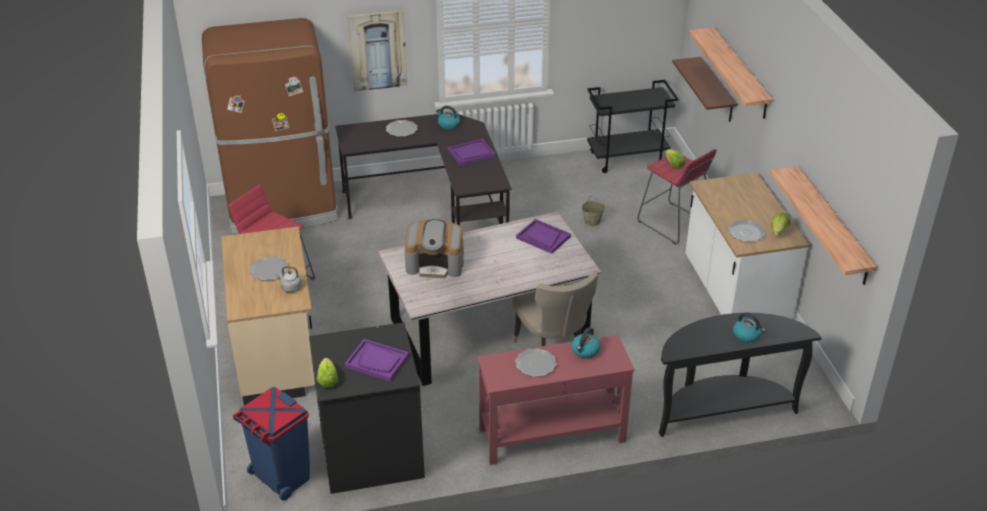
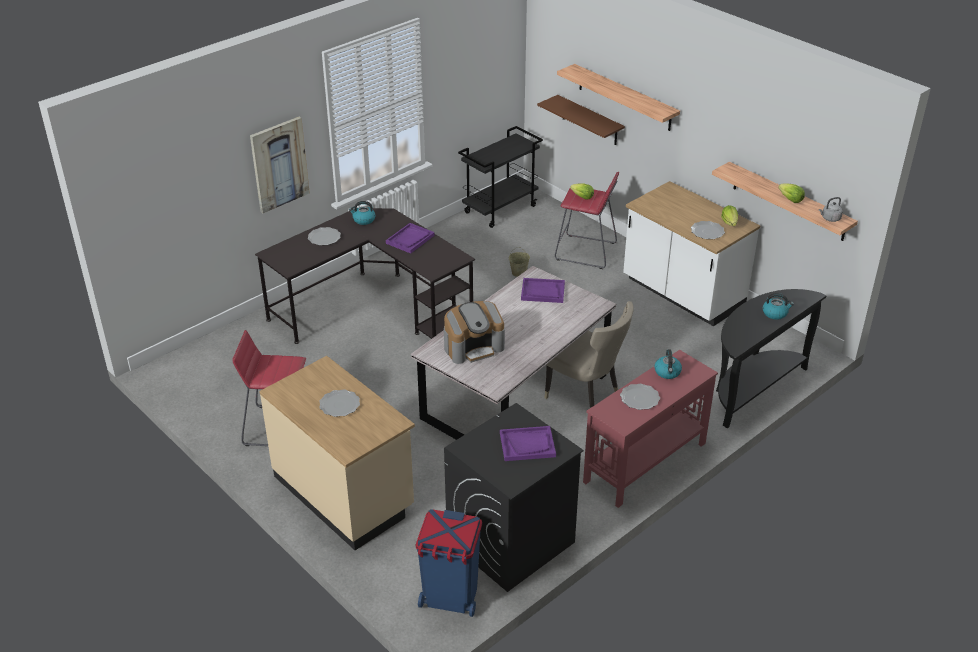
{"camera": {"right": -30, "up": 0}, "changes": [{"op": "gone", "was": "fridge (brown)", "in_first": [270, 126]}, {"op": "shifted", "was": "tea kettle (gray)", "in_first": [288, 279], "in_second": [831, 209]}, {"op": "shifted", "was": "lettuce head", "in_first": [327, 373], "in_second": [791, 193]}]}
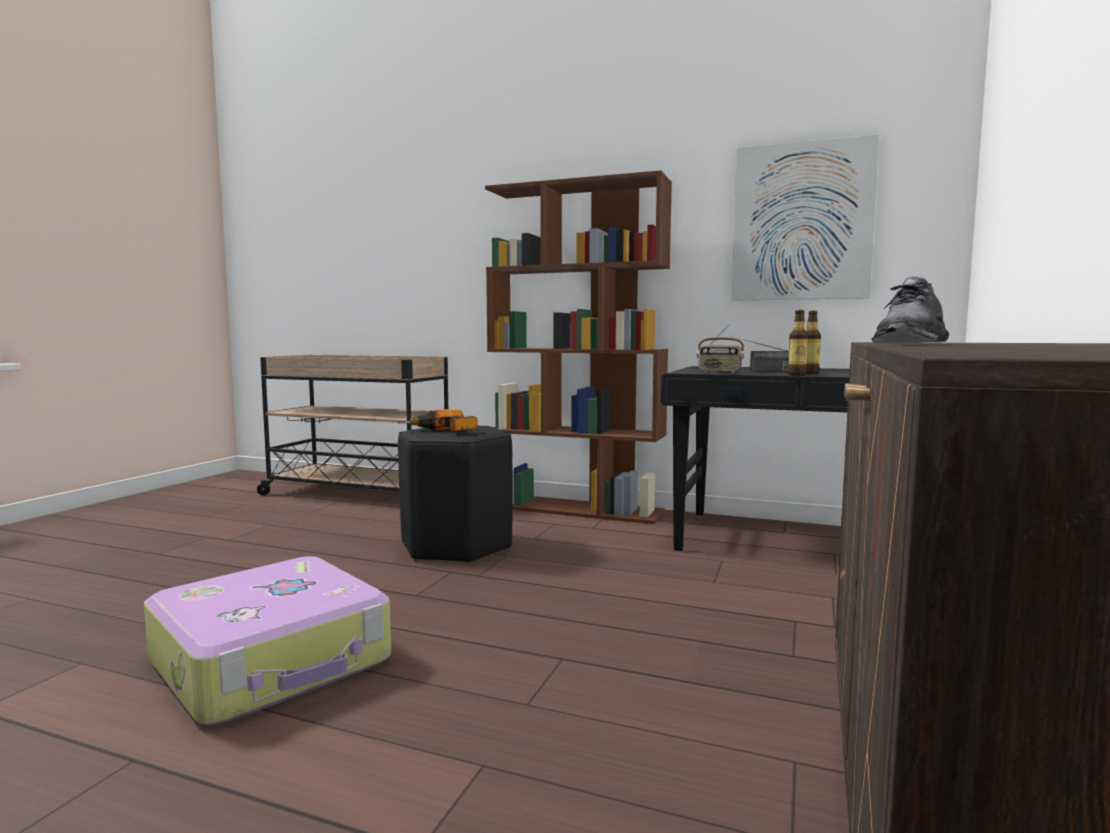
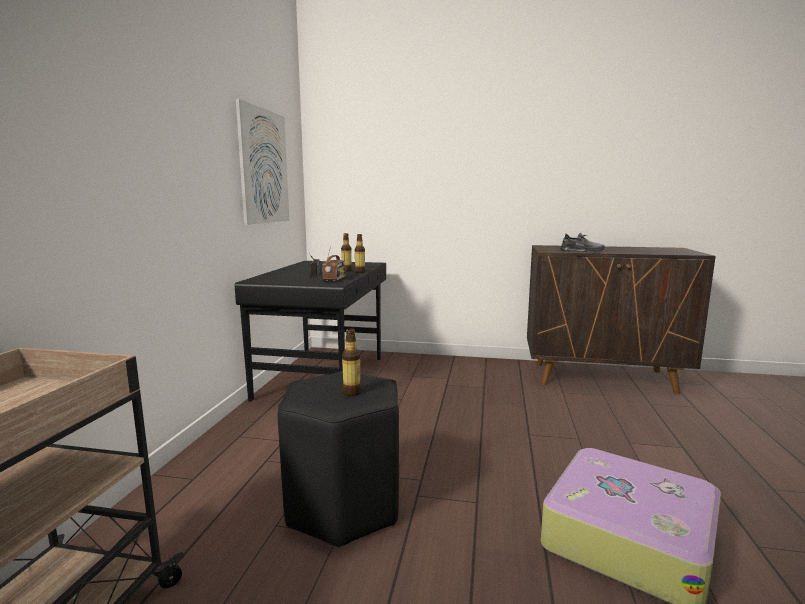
{"camera": {"right": -100, "up": 5}, "changes": [{"op": "swapped", "was": "drill", "now": "drink bottle", "in_first": [438, 420], "in_second": [351, 362]}, {"op": "gone", "was": "bookshelf (brown)", "in_first": [578, 347]}]}
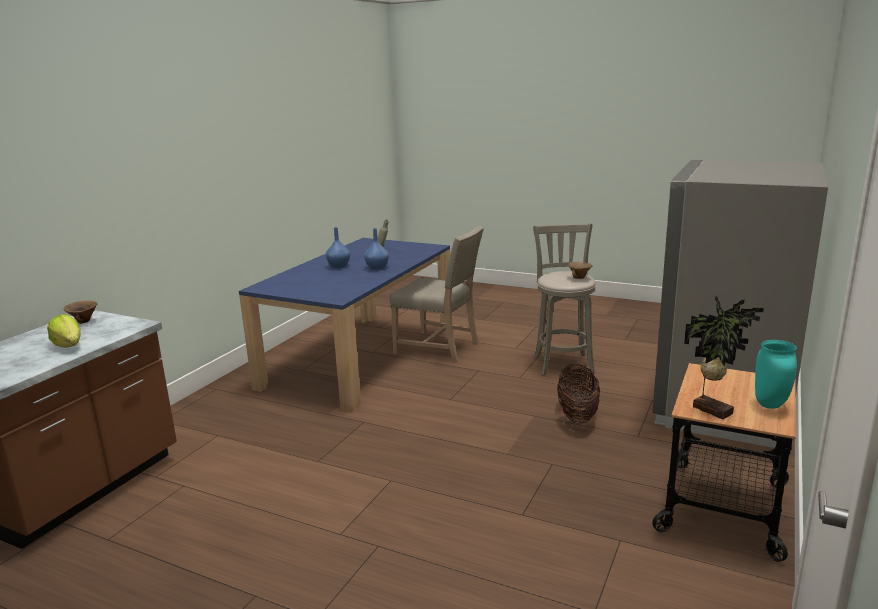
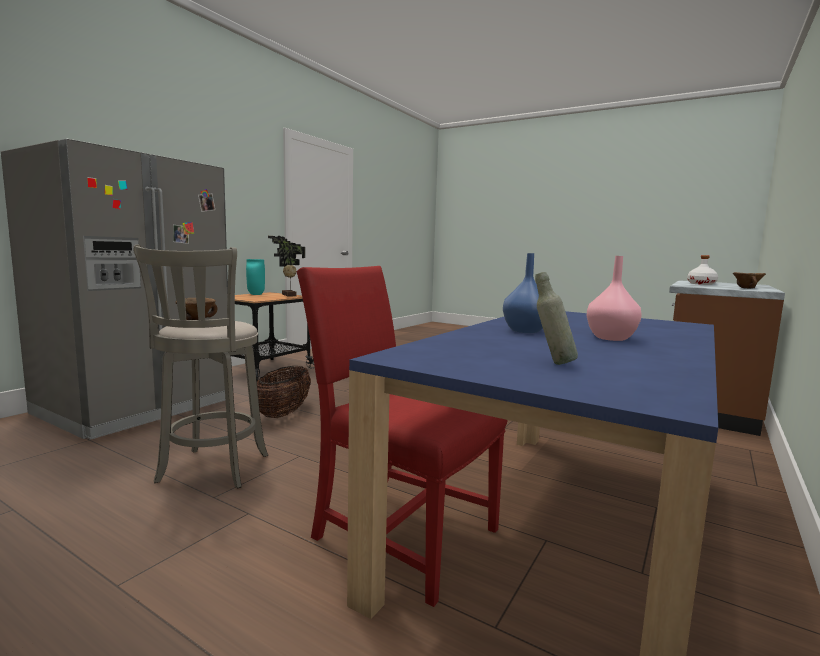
{"camera": {"right": -175, "up": -10}, "changes": [{"op": "swapped", "was": "lettuce head", "now": "drink bottle (white-coloured)", "in_first": [64, 331], "in_second": [702, 270]}, {"op": "repainted", "was": "vase (blue-coloured)", "now": "vase (pinkish)", "in_first": [338, 247], "in_second": [614, 298]}, {"op": "repainted", "was": "chair (beige-coloured)", "now": "chair (reddish)", "in_first": [436, 294], "in_second": [402, 436]}]}
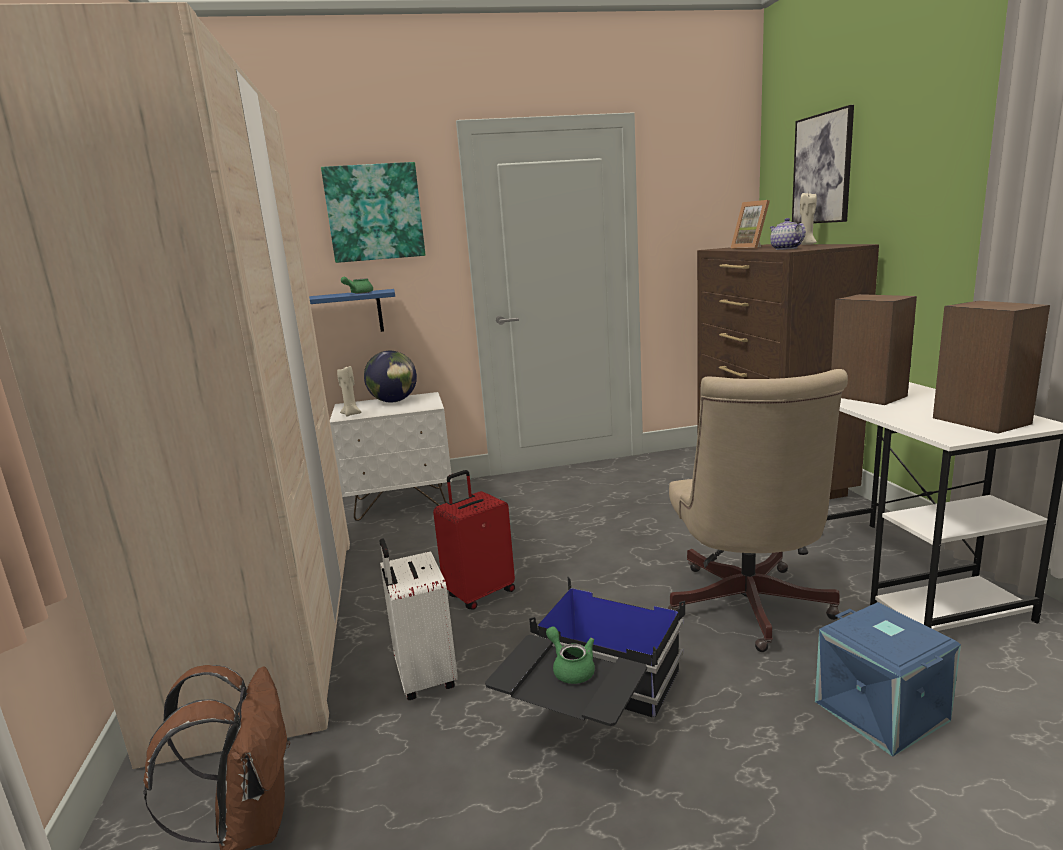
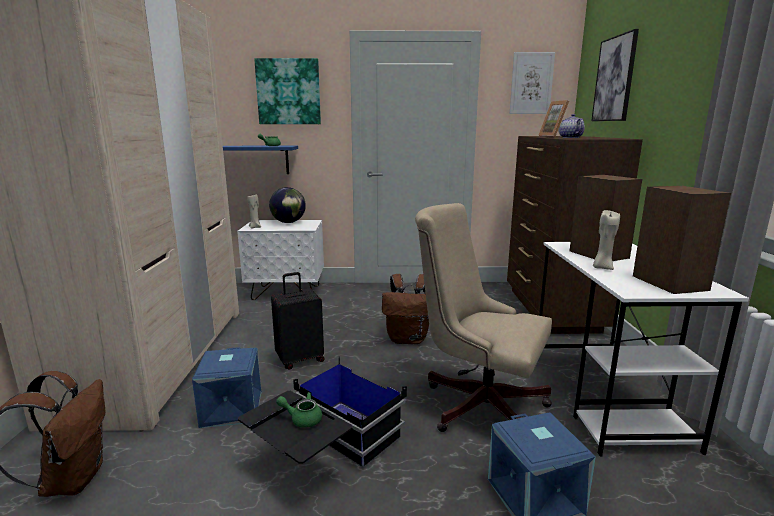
{"camera": {"right": 10, "up": 0}, "changes": [{"op": "swapped", "was": "travel case (white-coloured)", "now": "storage bin (blue-coloured)", "in_first": [419, 619], "in_second": [226, 387]}, {"op": "repainted", "was": "travel case (reddish)", "now": "travel case (black-coloured)", "in_first": [474, 540], "in_second": [298, 321]}, {"op": "rotated", "was": "tea pot (green-coloured)", "in_first": [570, 655], "in_second": [299, 410], "clockwise": -60}, {"op": "rotated", "was": "computer chair (beige-coloured)", "in_first": [757, 510], "in_second": [483, 317], "clockwise": 105}, {"op": "shifted", "was": "wax candle (beige-coloured)", "in_first": [808, 219], "in_second": [606, 240]}, {"op": "new", "now": "rucksack (brown)", "in_second": [405, 309]}, {"op": "new", "now": "wall art", "in_second": [532, 83]}]}
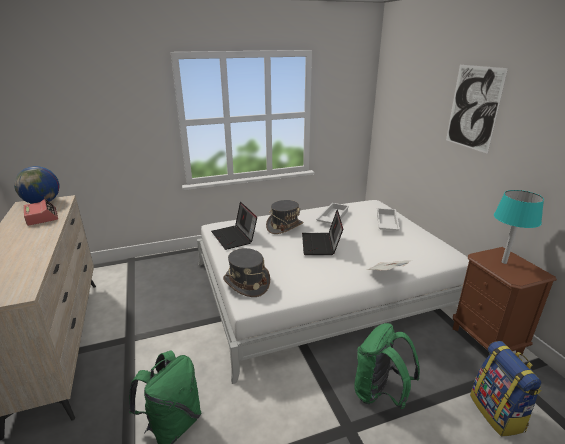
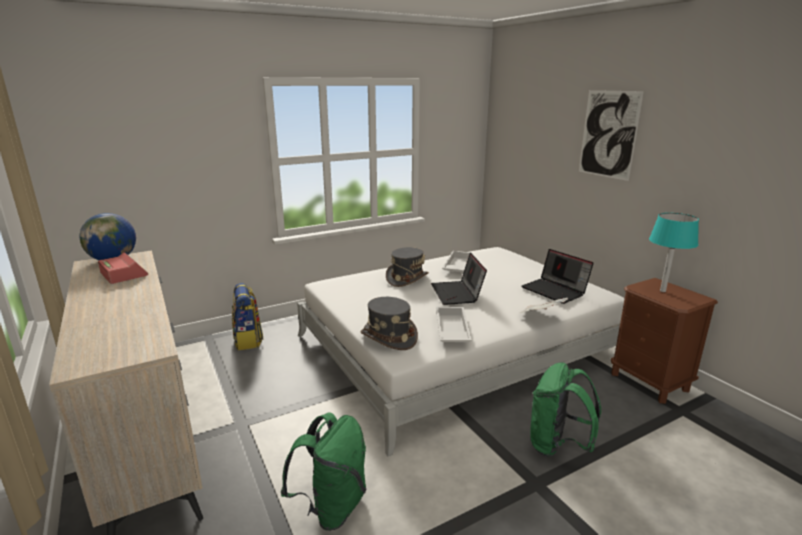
{"camera": {"right": -10, "up": -5}, "changes": [{"op": "shifted", "was": "notebook computer", "in_first": [234, 226], "in_second": [557, 276]}, {"op": "shifted", "was": "carrying tray (white-coloured)", "in_first": [388, 219], "in_second": [454, 324]}, {"op": "shifted", "was": "rucksack", "in_first": [505, 389], "in_second": [248, 317]}]}
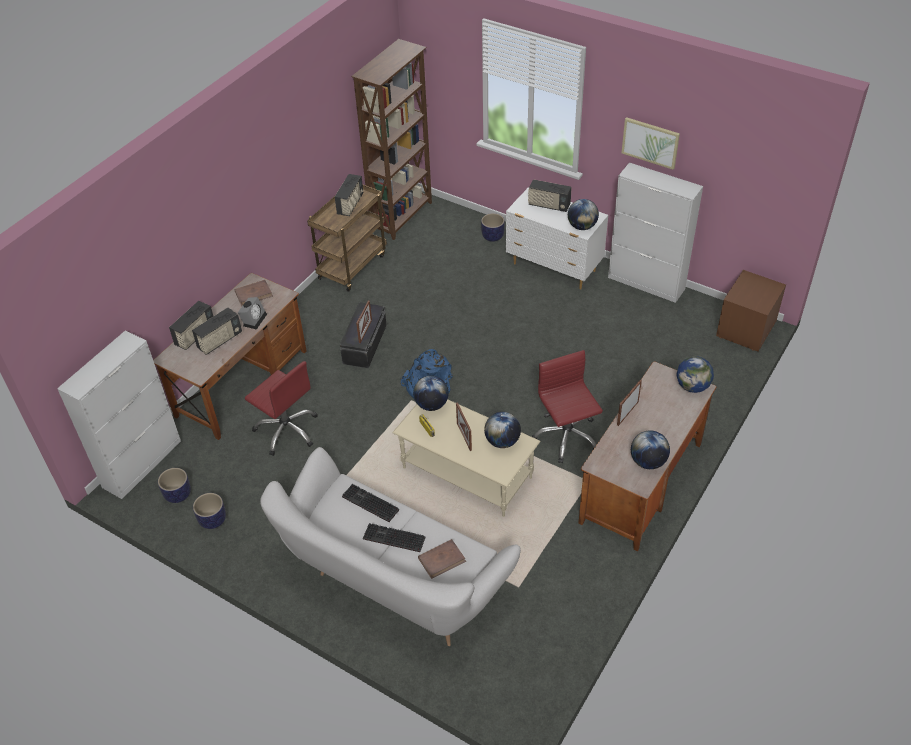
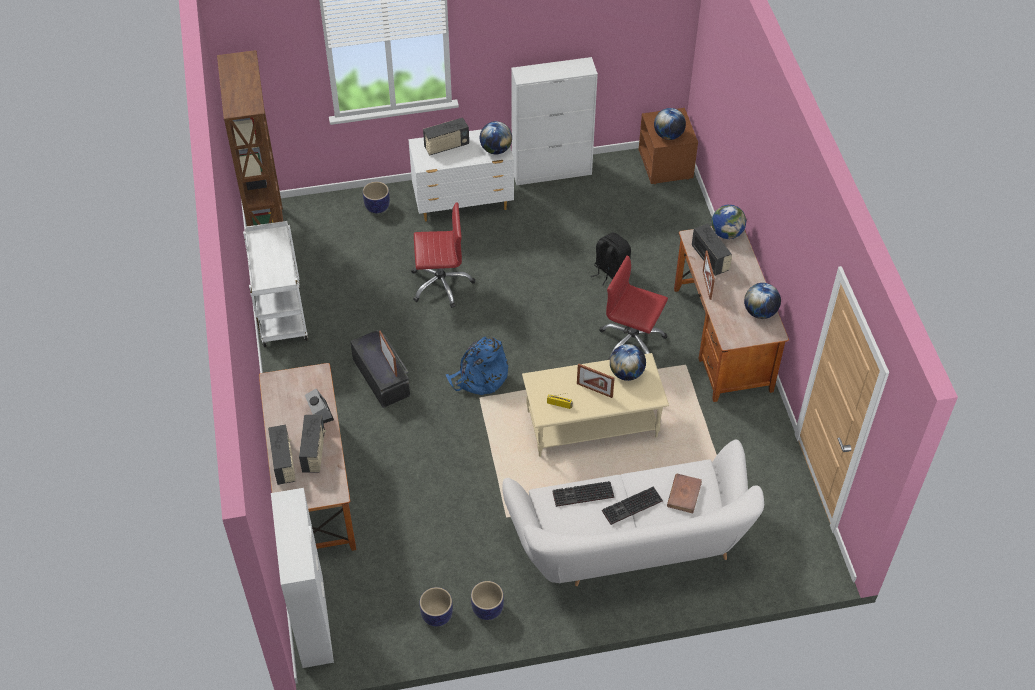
{"camera": {"right": -45, "up": 5}, "changes": [{"op": "shifted", "was": "plant pot", "in_first": [174, 485], "in_second": [487, 600]}, {"op": "gone", "was": "bound book (brown)", "in_first": [253, 293]}, {"op": "shifted", "was": "computer chair (reddish)", "in_first": [281, 408], "in_second": [443, 255]}, {"op": "repainted", "was": "cart (brown)", "now": "cart (white-coloured)", "in_first": [347, 238], "in_second": [275, 284]}, {"op": "shifted", "was": "radio receiver", "in_first": [349, 195], "in_second": [712, 249]}, {"op": "shifted", "was": "desk globe", "in_first": [431, 393], "in_second": [670, 124]}, {"op": "gone", "was": "wall art", "in_first": [650, 143]}, {"op": "new", "now": "rucksack (black-coloured)", "in_second": [611, 259]}]}
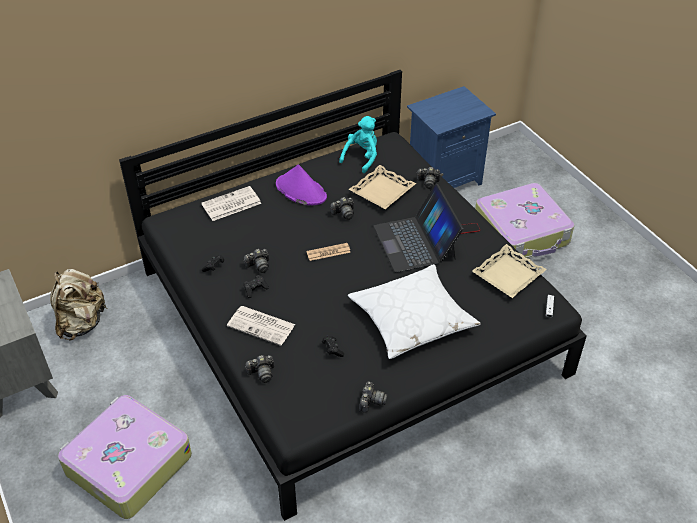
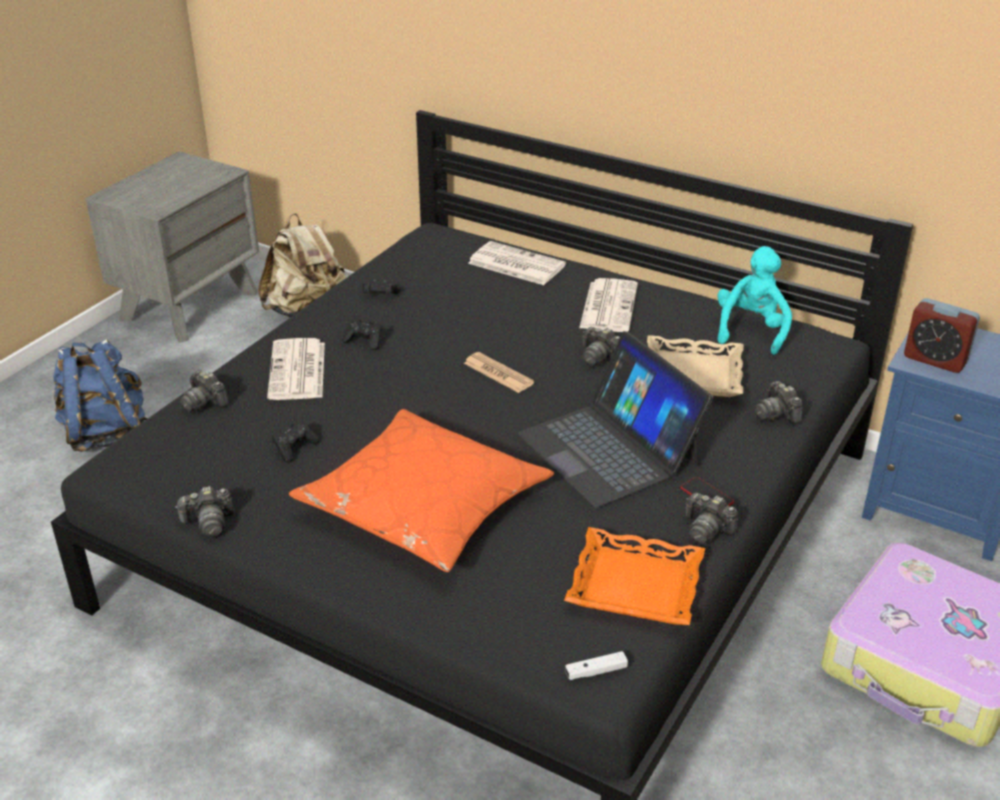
{"camera": {"right": 60, "up": -10}, "changes": [{"op": "swapped", "was": "travel case", "now": "rucksack (blue-coloured)", "in_first": [125, 457], "in_second": [100, 395]}, {"op": "shifted", "was": "still camera", "in_first": [256, 261], "in_second": [712, 518]}, {"op": "swapped", "was": "hat (purplish)", "now": "newspaper", "in_first": [301, 184], "in_second": [608, 305]}, {"op": "rotated", "was": "plush toy (turquoise-coloured)", "in_first": [358, 144], "in_second": [754, 300], "clockwise": -75}, {"op": "repainted", "was": "pillow (white-coloured)", "now": "pillow (orange)", "in_first": [414, 311], "in_second": [421, 490]}, {"op": "rotated", "was": "notebook computer", "in_first": [418, 227], "in_second": [615, 419], "clockwise": -75}, {"op": "repainted", "was": "carrying tray (beige-coloured)", "now": "carrying tray (orange)", "in_first": [509, 271], "in_second": [634, 576]}, {"op": "new", "now": "bedside clock", "in_second": [942, 335]}]}
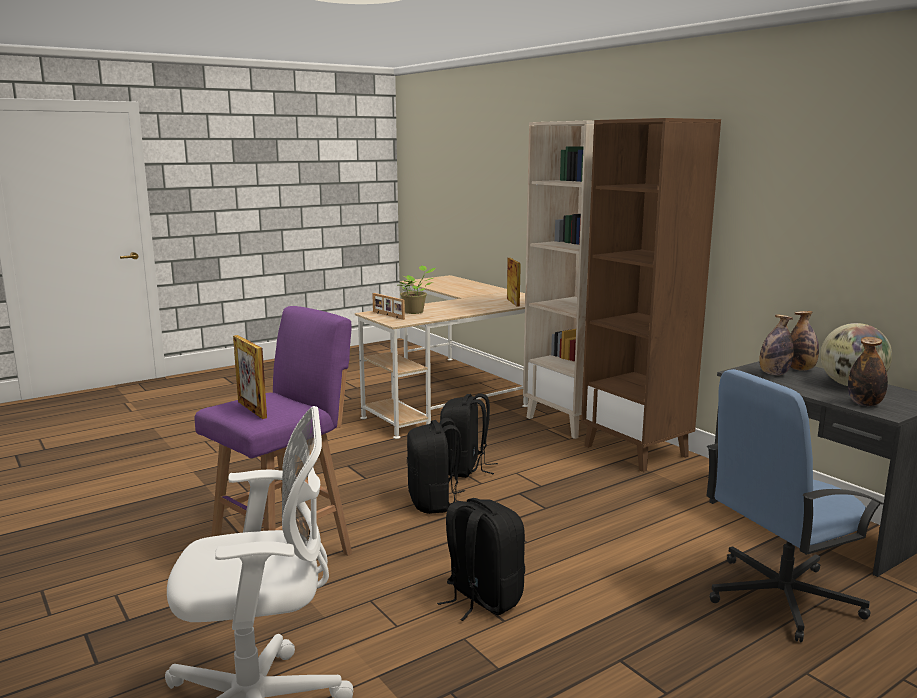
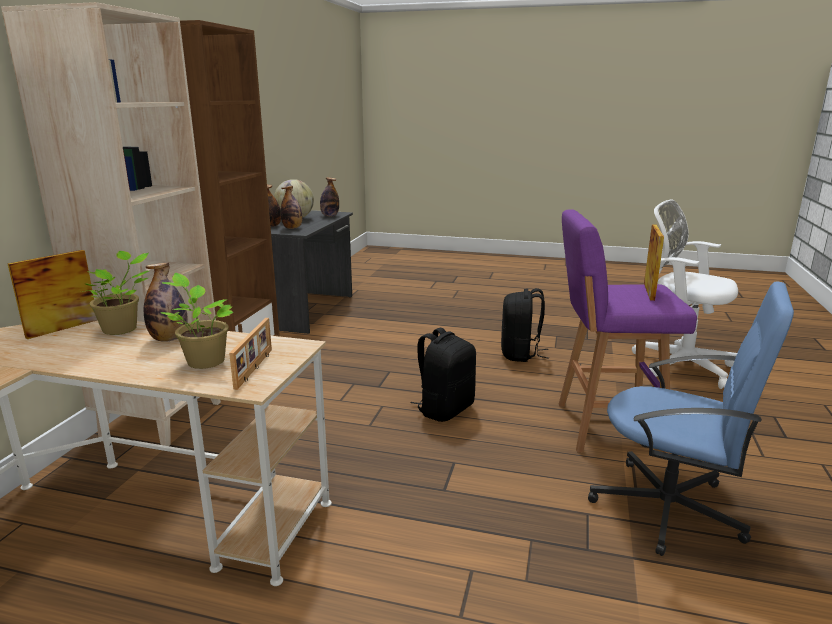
{"camera": {"right": -130, "up": 5}, "changes": [{"op": "gone", "was": "rucksack (black-coloured)", "in_first": [469, 435]}, {"op": "shifted", "was": "computer chair (blue-coloured)", "in_first": [795, 505], "in_second": [691, 419]}, {"op": "new", "now": "potted plant", "in_second": [115, 293]}, {"op": "new", "now": "drink bottle", "in_second": [166, 302]}]}
